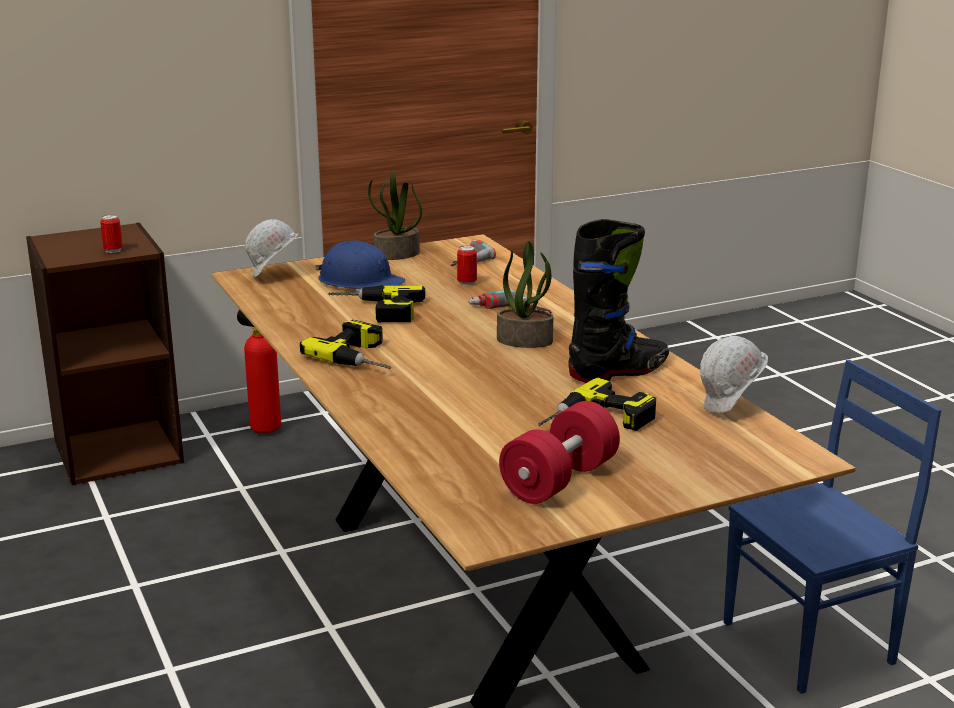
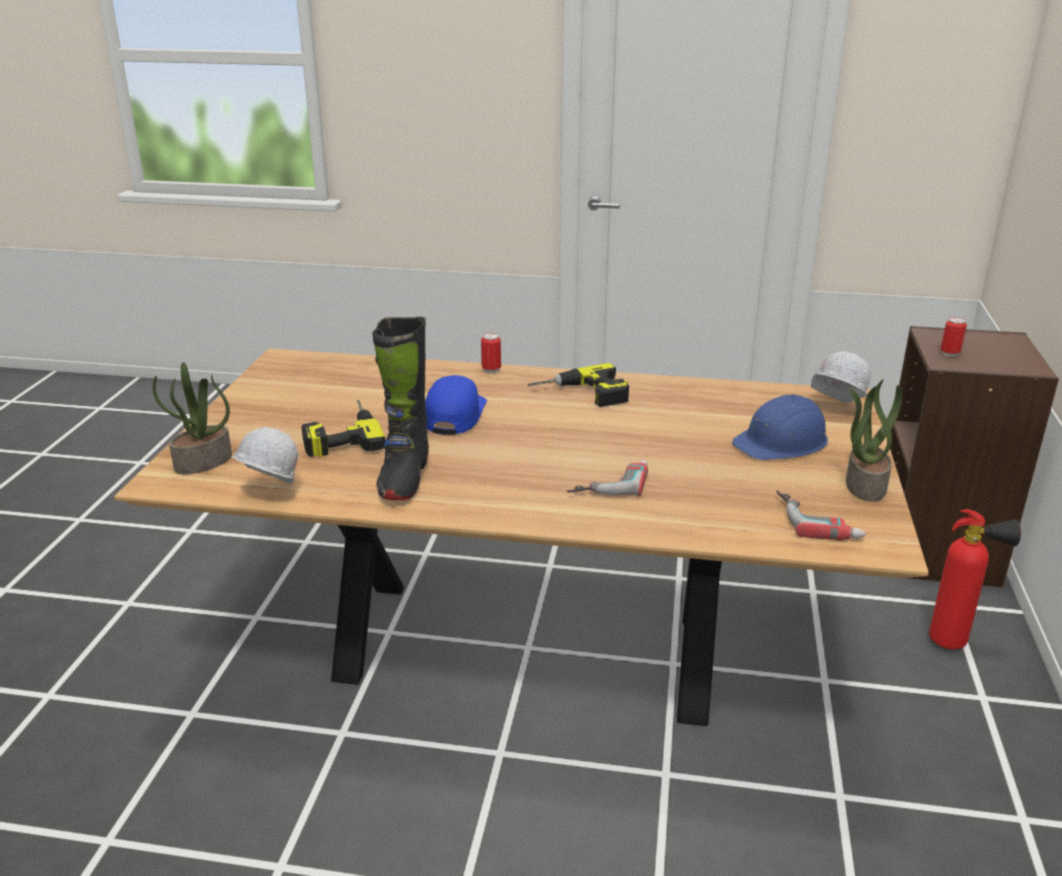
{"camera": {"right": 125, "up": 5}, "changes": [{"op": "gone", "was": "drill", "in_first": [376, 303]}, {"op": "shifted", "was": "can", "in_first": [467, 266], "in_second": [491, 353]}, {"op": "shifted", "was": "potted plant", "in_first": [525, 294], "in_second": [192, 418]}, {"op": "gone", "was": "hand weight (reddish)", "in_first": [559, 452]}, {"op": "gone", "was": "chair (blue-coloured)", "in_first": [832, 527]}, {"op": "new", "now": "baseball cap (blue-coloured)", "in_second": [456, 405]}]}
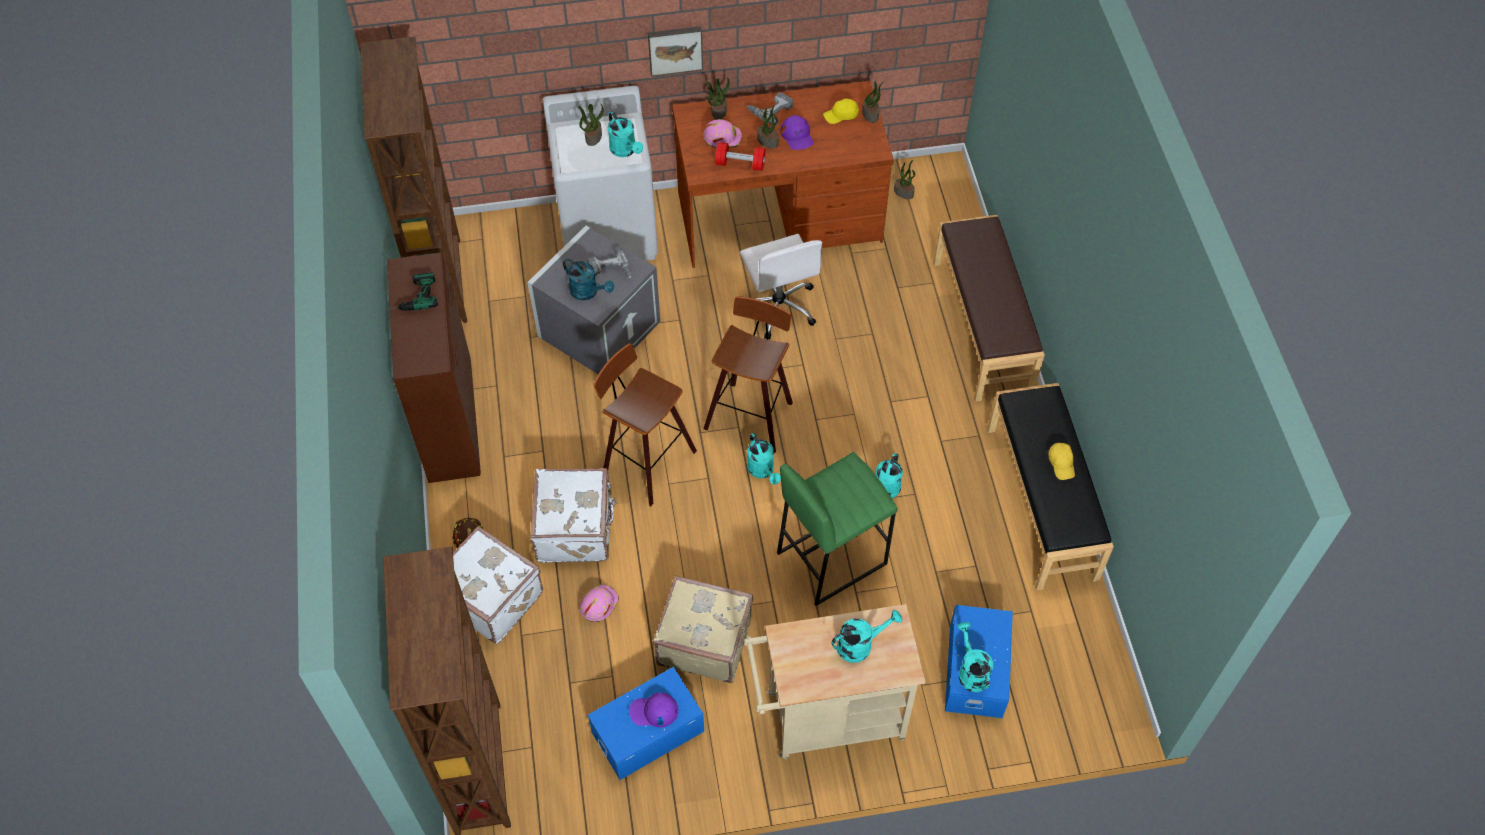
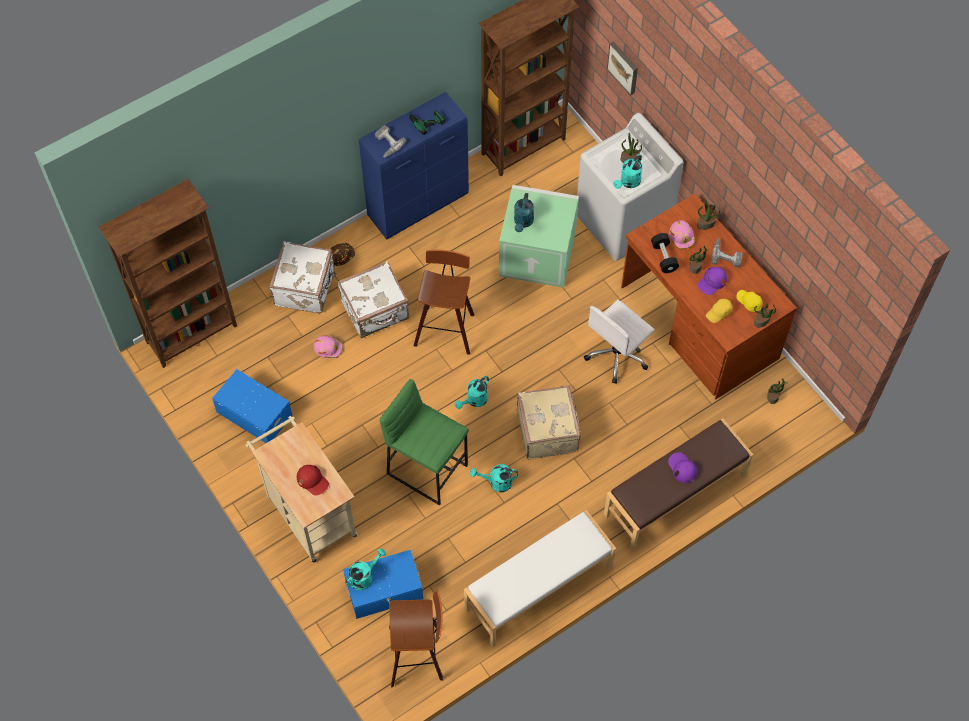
{"camera": {"right": 65, "up": 5}, "changes": [{"op": "repainted", "was": "cupboard (brown)", "now": "cupboard (blue-coloured)", "in_first": [434, 368], "in_second": [414, 166]}, {"op": "repainted", "was": "storage bin (gray)", "now": "storage bin (green-coloured)", "in_first": [594, 300], "in_second": [539, 236]}, {"op": "shifted", "was": "drill", "in_first": [609, 262], "in_second": [390, 141]}, {"op": "shifted", "was": "baseball cap (purplish)", "in_first": [654, 709], "in_second": [682, 467]}, {"op": "shifted", "was": "wall art", "in_first": [675, 51], "in_second": [622, 68]}, {"op": "shifted", "was": "travel case (beige-coloured)", "in_first": [703, 629], "in_second": [549, 422]}, {"op": "shifted", "was": "sitting stool", "in_first": [748, 374], "in_second": [416, 639]}, {"op": "repainted", "was": "hand weight (reddish)", "now": "hand weight (black-coloured)", "in_first": [740, 156], "in_second": [665, 253]}, {"op": "swapped", "was": "watering pot (turquoise-coloured)", "now": "baseball cap (reddish)", "in_first": [866, 636], "in_second": [313, 480]}, {"op": "repainted", "was": "bench (black-coloured)", "now": "bench (white-coloured)", "in_first": [1050, 487], "in_second": [540, 578]}, {"op": "shifted", "was": "baseball cap (yellow-coloured)", "in_first": [1061, 461], "in_second": [719, 311]}]}
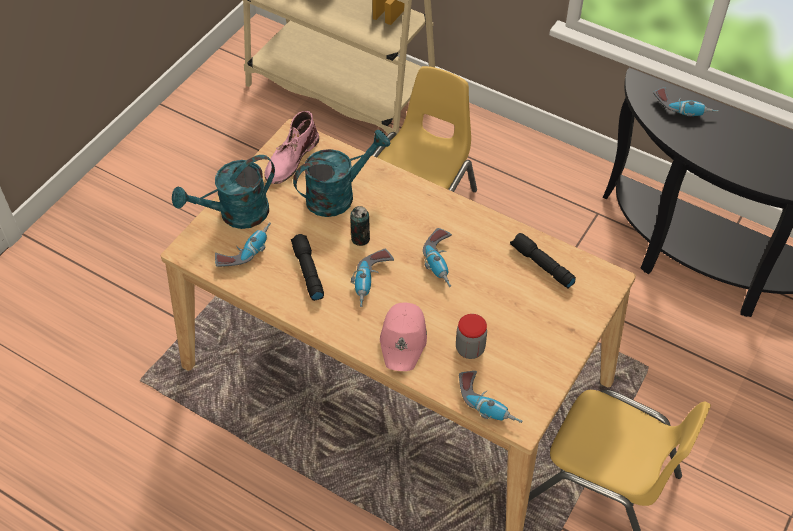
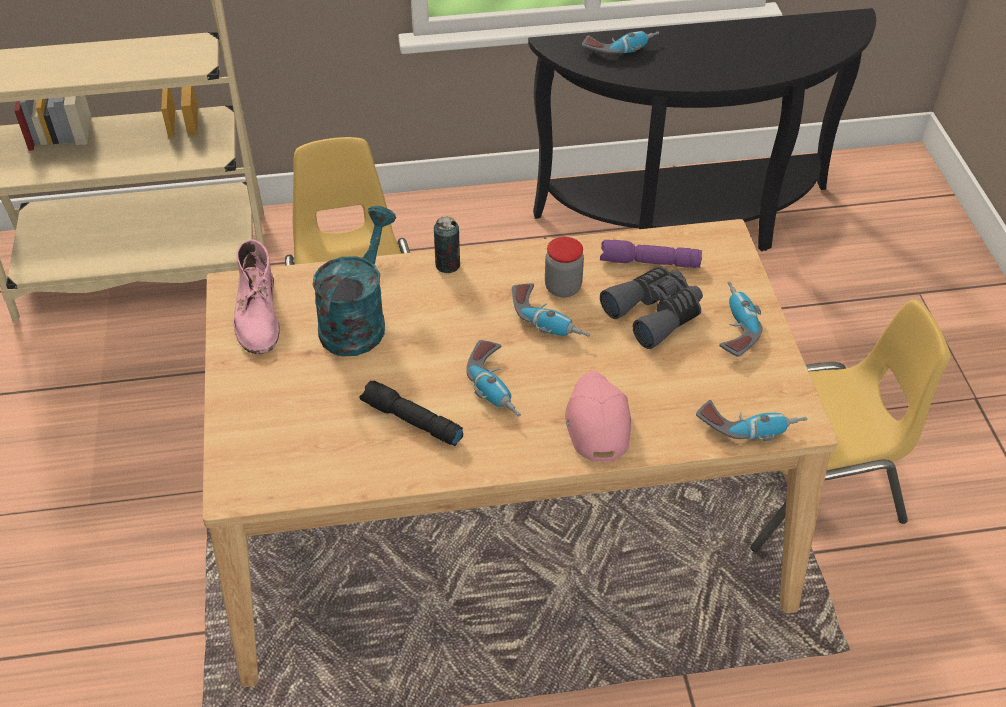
{"camera": {"right": -40, "up": -5}, "changes": [{"op": "gone", "was": "watering pot (turquoise-coloured)", "in_first": [223, 192]}, {"op": "shifted", "was": "drill", "in_first": [243, 244], "in_second": [741, 319]}, {"op": "shifted", "was": "can", "in_first": [360, 226], "in_second": [447, 244]}, {"op": "rotated", "was": "baseball cap (pinkish)", "in_first": [403, 337], "in_second": [598, 416], "clockwise": -150}, {"op": "shifted", "was": "storage jar", "in_first": [471, 336], "in_second": [564, 267]}, {"op": "repainted", "was": "hand torch (black-coloured)", "now": "hand torch (purplish)", "in_first": [543, 261], "in_second": [651, 254]}, {"op": "new", "now": "pair of binoculars (gray)", "in_second": [651, 308]}]}
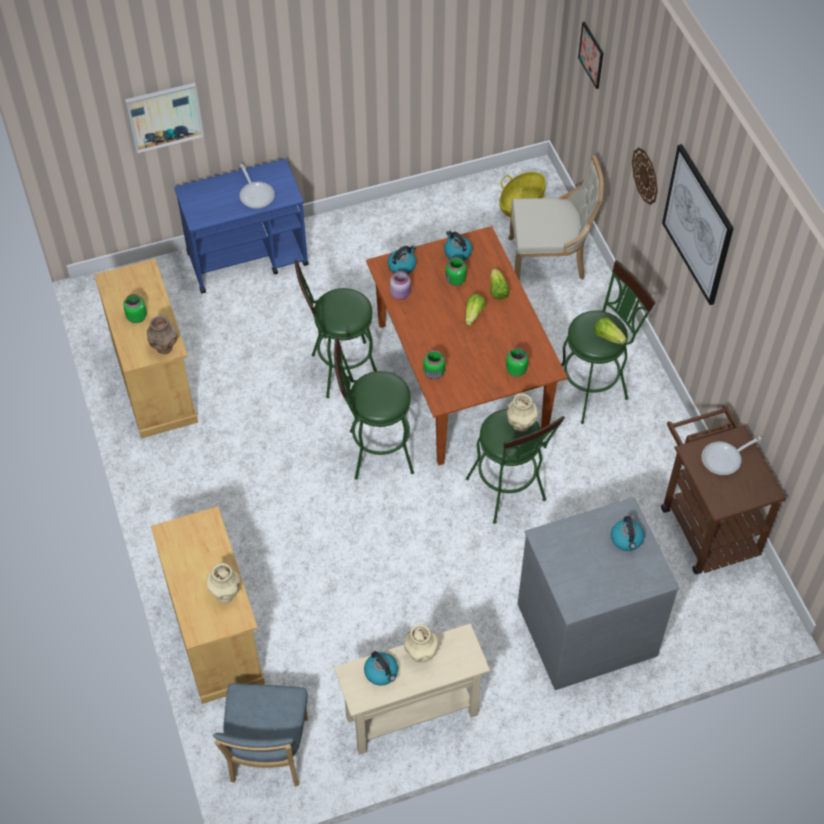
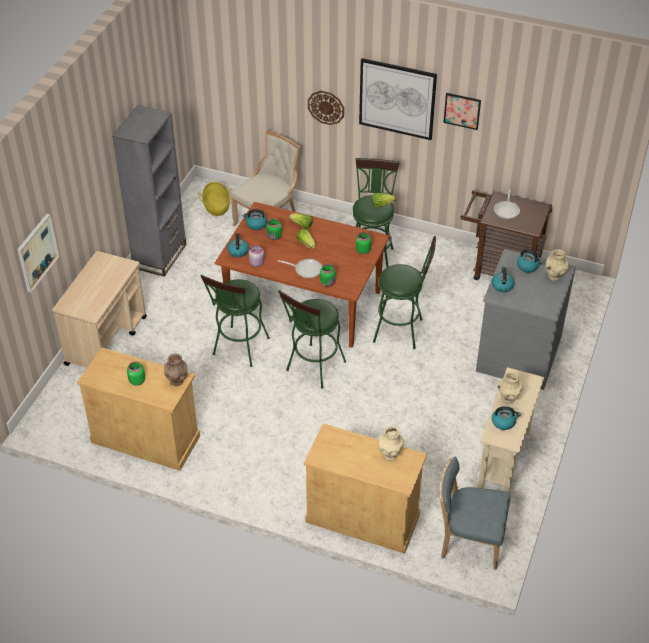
{"camera": {"right": -50, "up": -10}, "changes": [{"op": "repainted", "was": "cart (blue-coloured)", "now": "cart (beige-coloured)", "in_first": [241, 226], "in_second": [99, 309]}, {"op": "rotated", "was": "chair (blue-coloured)", "in_first": [260, 735], "in_second": [475, 513], "clockwise": 150}, {"op": "shifted", "was": "frying pan", "in_first": [257, 186], "in_second": [300, 268]}, {"op": "shifted", "was": "vase (beige-coloured)", "in_first": [522, 413], "in_second": [557, 265]}, {"op": "shifted", "was": "wall art", "in_first": [590, 55], "in_second": [462, 111]}, {"op": "new", "now": "bookshelf (gray)", "in_second": [149, 191]}, {"op": "new", "now": "tea kettle", "in_second": [503, 279]}]}
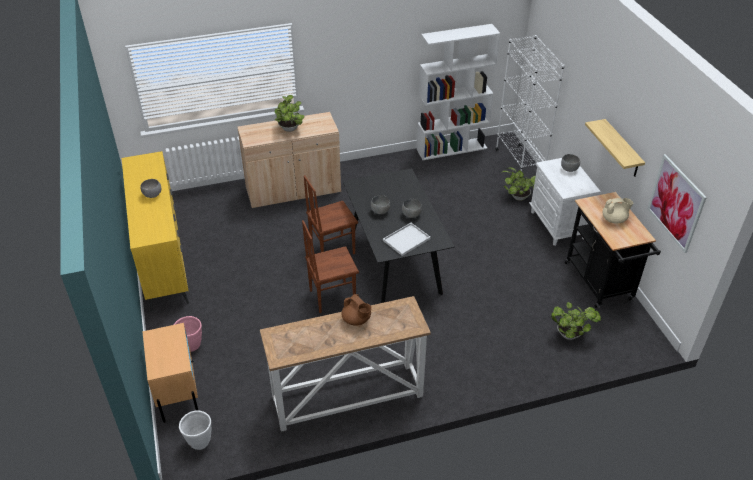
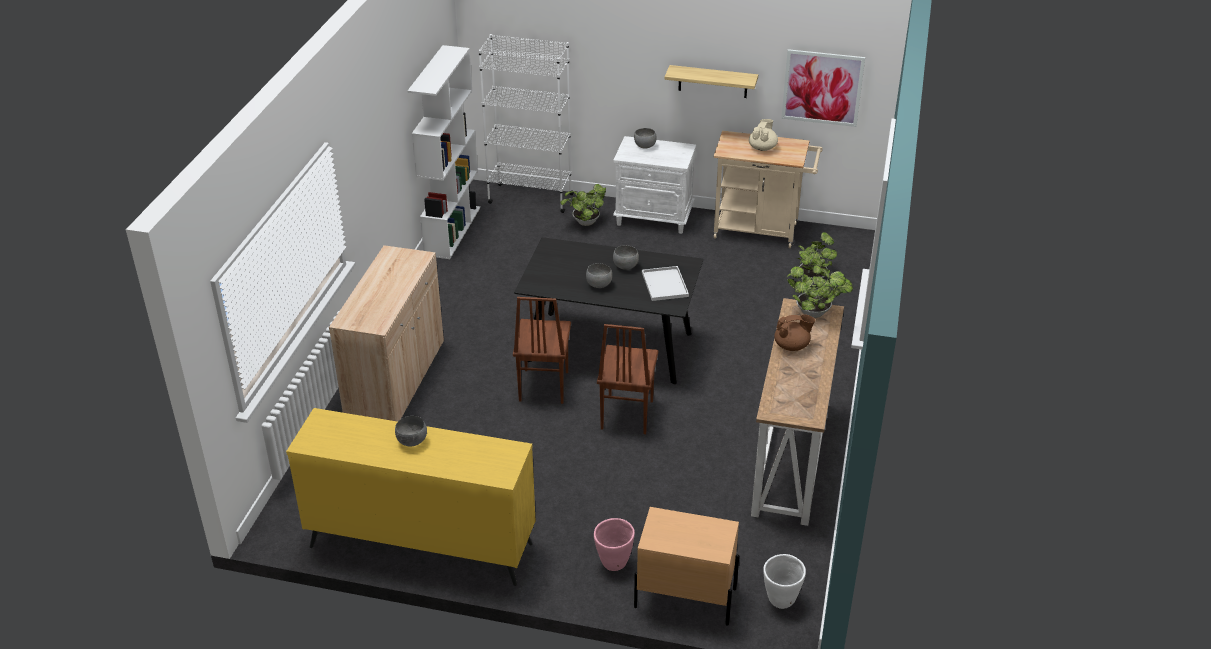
{"camera": {"right": -60, "up": -5}, "changes": [{"op": "shifted", "was": "potted plant", "in_first": [290, 113], "in_second": [820, 291]}, {"op": "repainted", "was": "cart (black-coloured)", "now": "cart (beige-coloured)", "in_first": [613, 250], "in_second": [768, 189]}]}
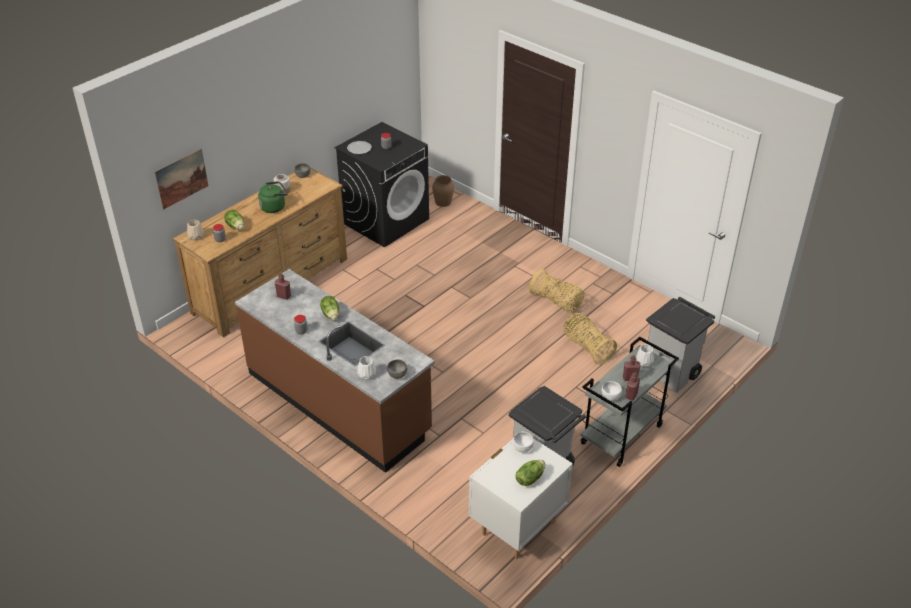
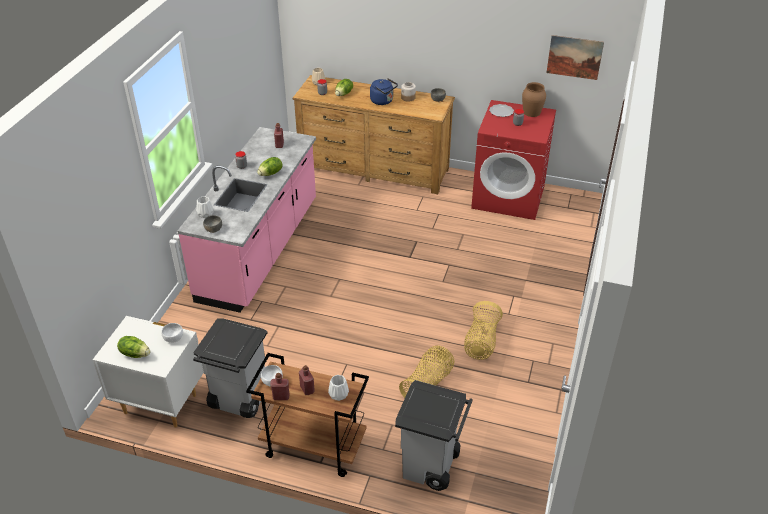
{"camera": {"right": 65, "up": 0}, "changes": [{"op": "shifted", "was": "wall art", "in_first": [181, 179], "in_second": [575, 57]}, {"op": "repainted", "was": "kitchen counter (brown)", "now": "kitchen counter (pinkish)", "in_first": [335, 371], "in_second": [246, 220]}, {"op": "repainted", "was": "tea kettle (green-coloured)", "now": "tea kettle (blue-coloured)", "in_first": [273, 197], "in_second": [384, 91]}, {"op": "repainted", "was": "laundry appliance (black-coloured)", "now": "laundry appliance (reddish)", "in_first": [382, 184], "in_second": [513, 160]}, {"op": "shifted", "was": "vase (brown)", "in_first": [443, 191], "in_second": [534, 99]}, {"op": "repainted", "was": "cart (gray)", "now": "cart (brown)", "in_first": [629, 402], "in_second": [307, 415]}]}
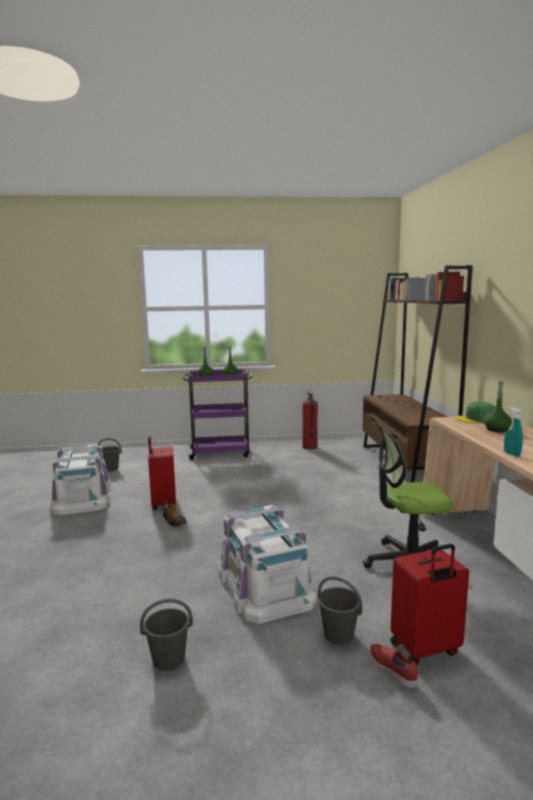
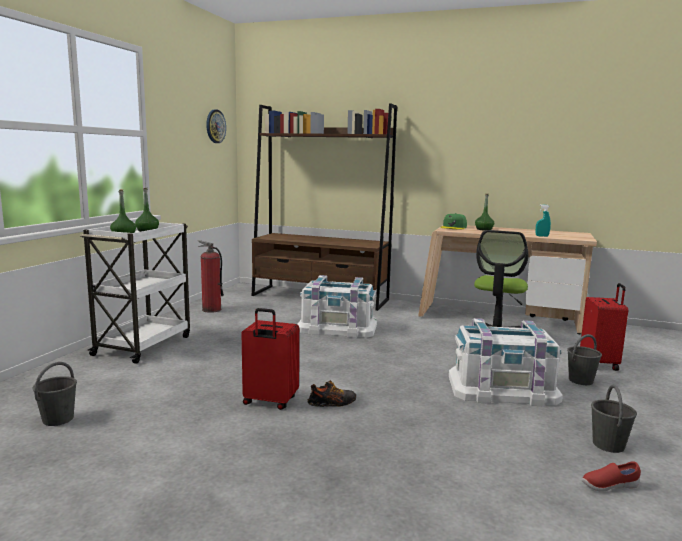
{"camera": {"right": -65, "up": 0}, "changes": [{"op": "shifted", "was": "storage bin (white-coloured)", "in_first": [81, 479], "in_second": [337, 306]}, {"op": "repainted", "was": "cart (purplish)", "now": "cart (white-coloured)", "in_first": [218, 414], "in_second": [135, 293]}, {"op": "shifted", "was": "item of footwear (reddish)", "in_first": [394, 666], "in_second": [611, 476]}, {"op": "new", "now": "hanging clock", "in_second": [216, 126]}]}
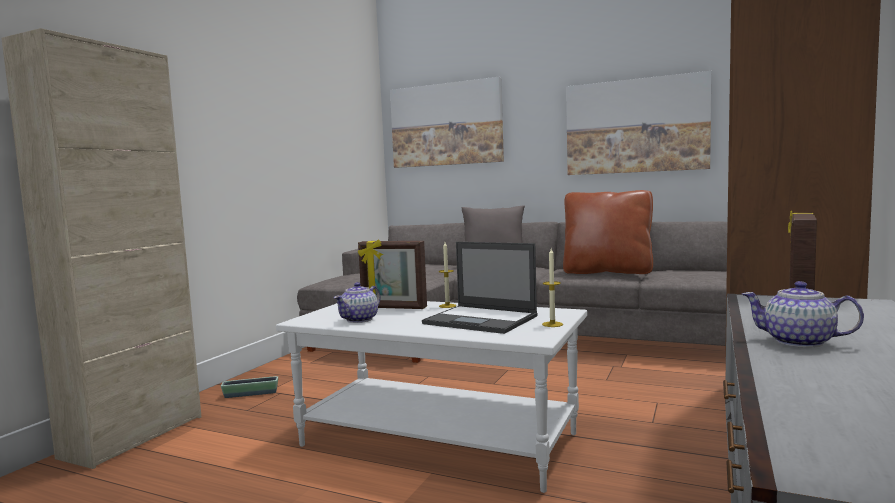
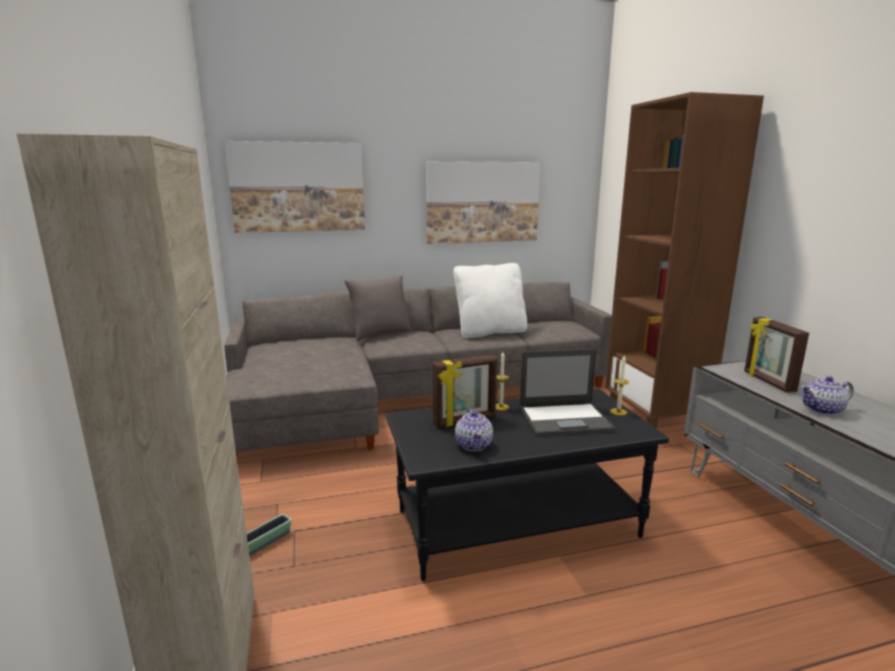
{"camera": {"right": -40, "up": 10}, "changes": [{"op": "repainted", "was": "coffee table (white-coloured)", "now": "coffee table (black-coloured)", "in_first": [431, 397], "in_second": [527, 485]}, {"op": "repainted", "was": "pillow (brown)", "now": "pillow (white-coloured)", "in_first": [608, 232], "in_second": [490, 300]}]}
